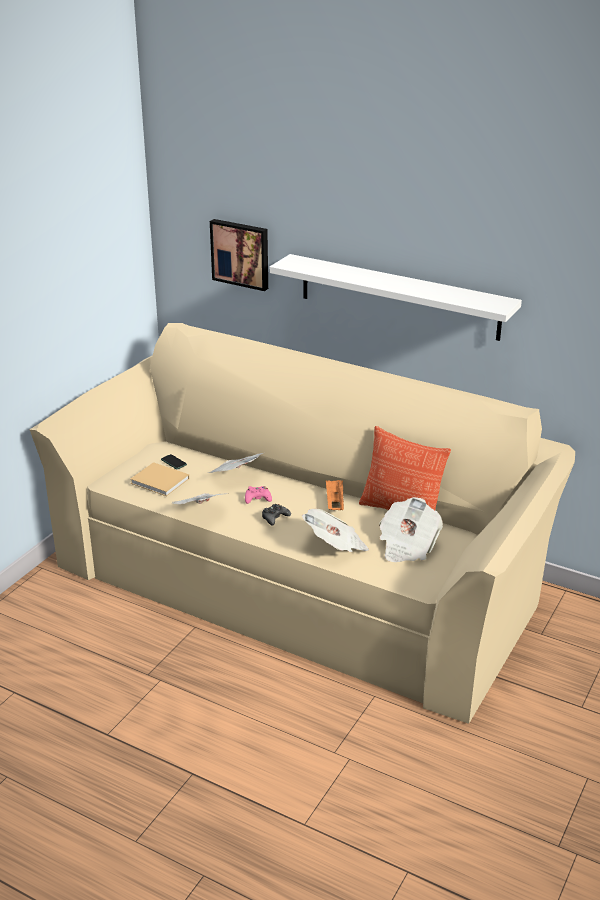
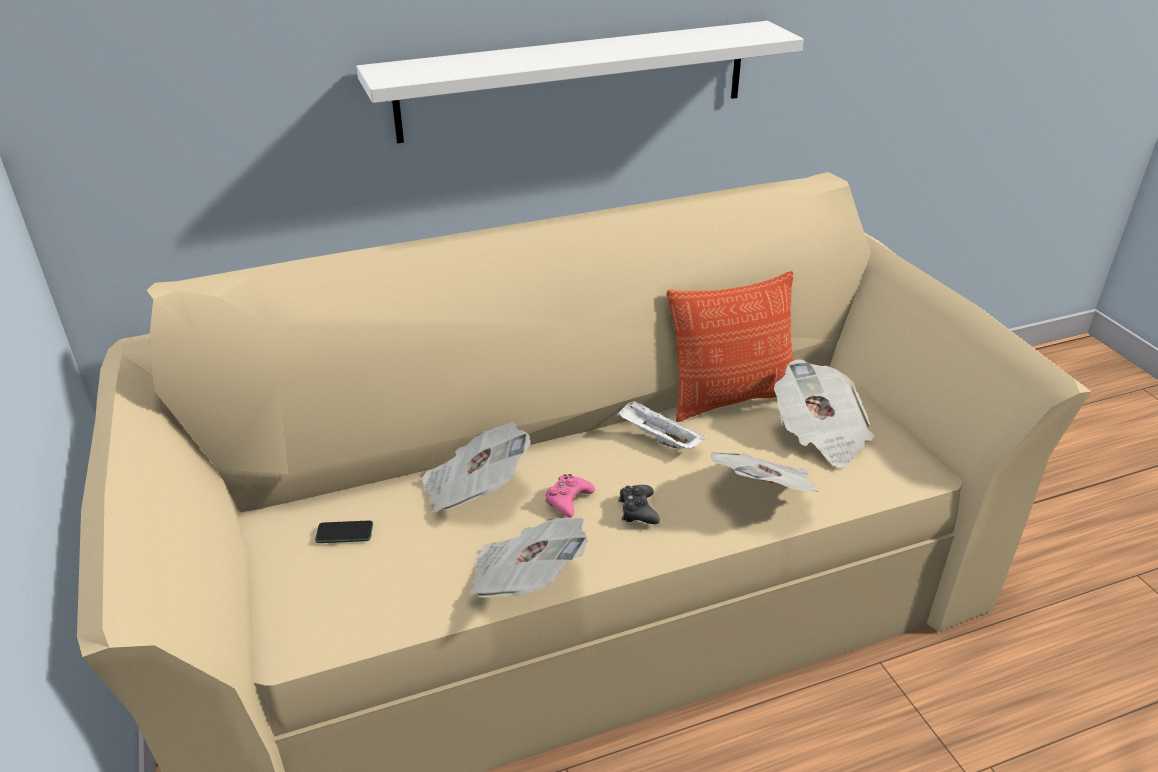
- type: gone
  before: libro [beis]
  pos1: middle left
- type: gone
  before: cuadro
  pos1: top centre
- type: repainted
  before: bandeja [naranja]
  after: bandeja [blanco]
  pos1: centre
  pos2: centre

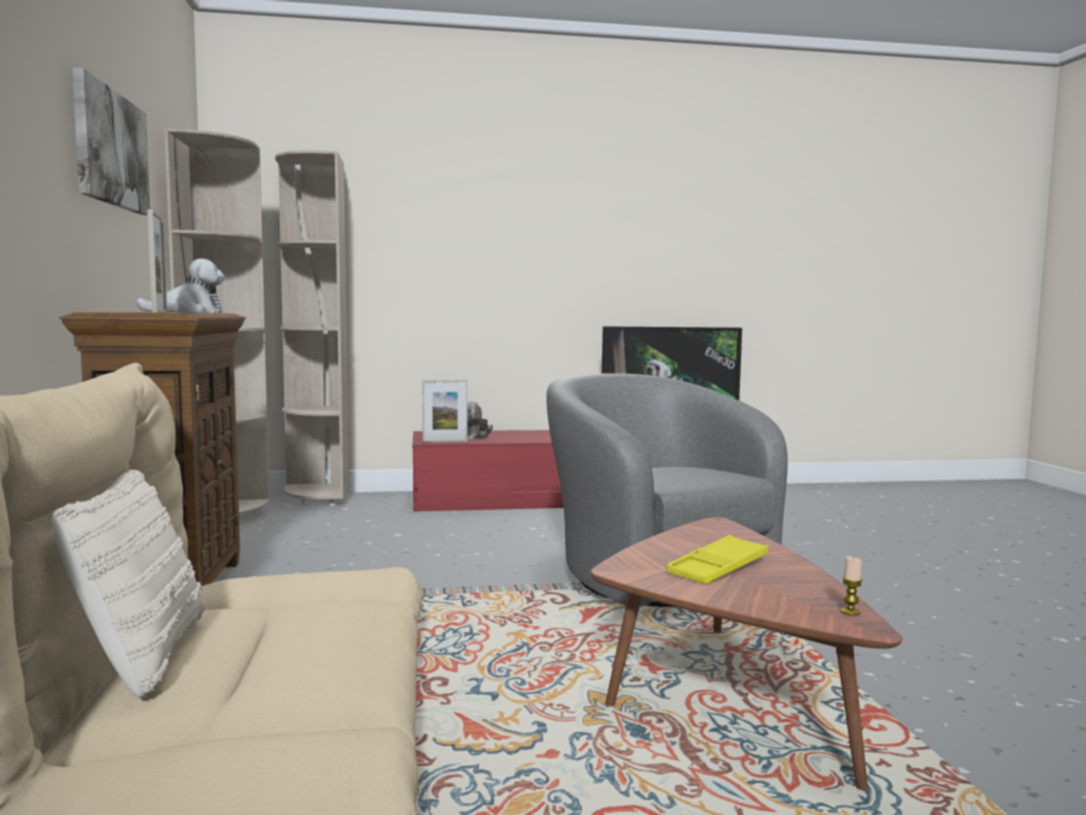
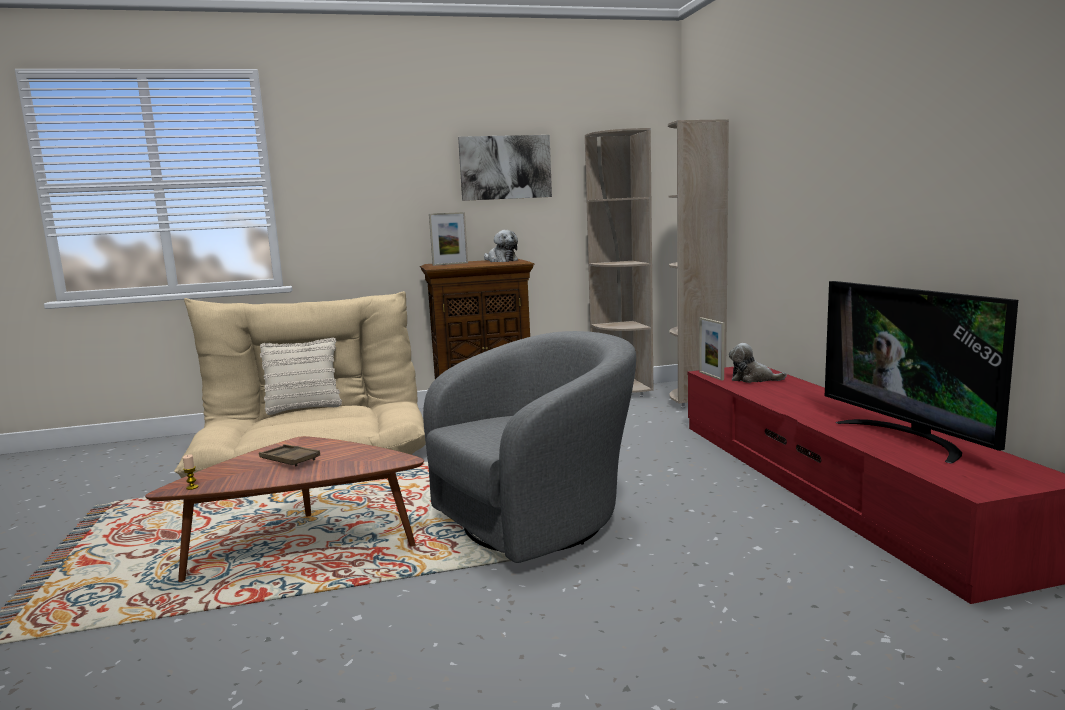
- type: repainted
  before: bandeja [amarillo]
  after: bandeja [marrón]
  pos1: bottom centre
  pos2: middle left

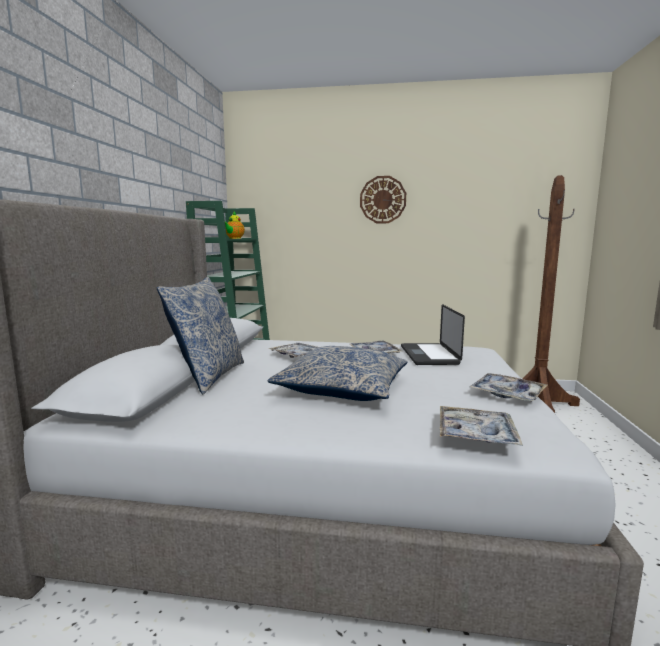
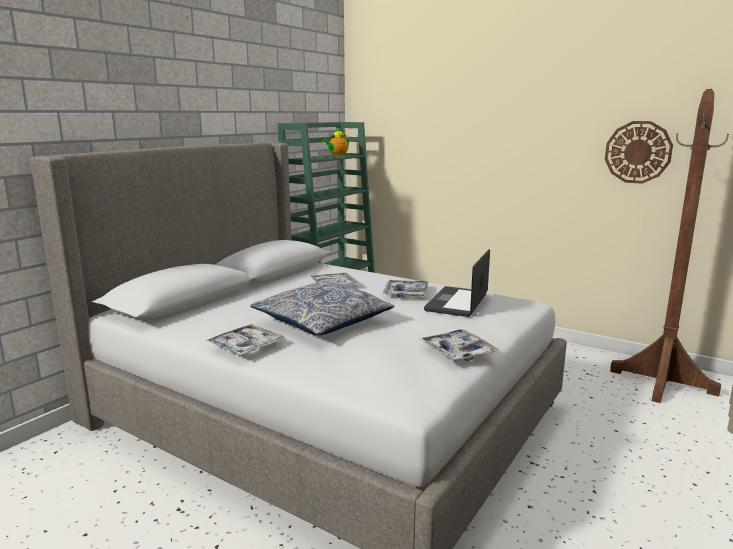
- type: gone
  before: cojín (no. 1 from left)
  pos1: middle left
- type: shifted
  before: reloj de pared
  pos1: top centre
  pos2: top right
- type: shifted
  before: bandeja (no. 3 from left in the first image)
  after: bandeja (no. 1 from left)
  pos1: middle right
  pos2: centre

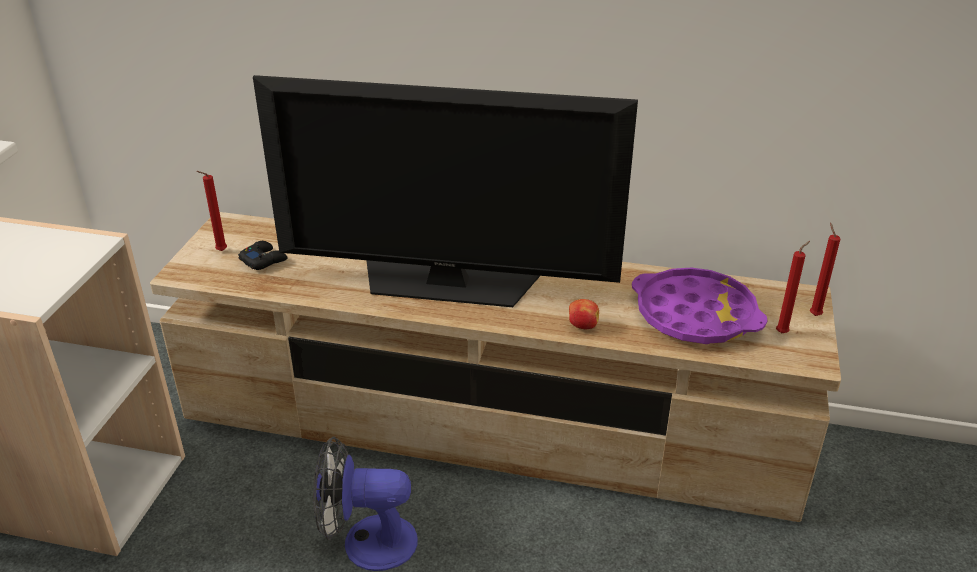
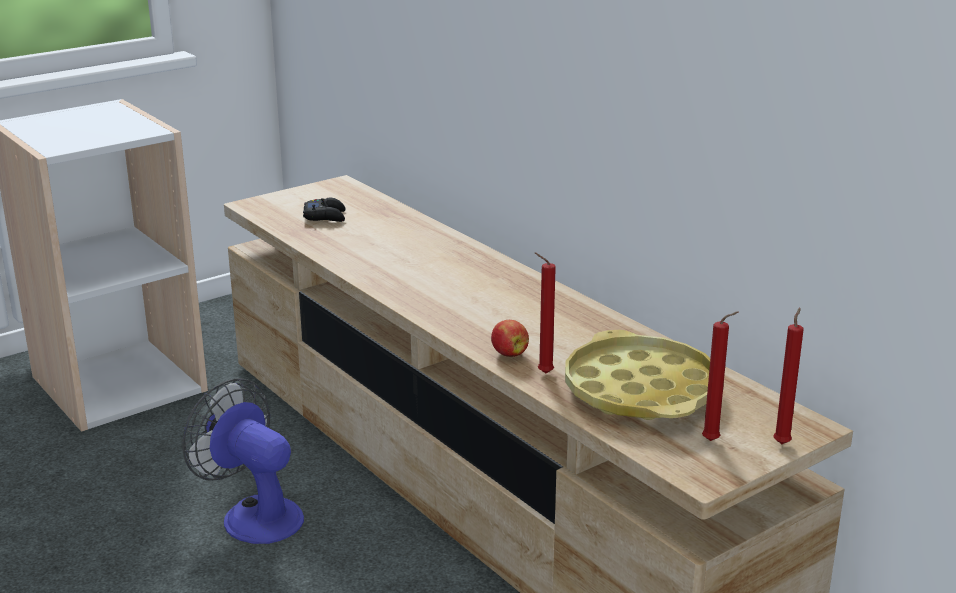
- type: shifted
  before: vela [rojo] (no. 1 from left)
  pos1: middle left
  pos2: centre
- type: gone
  before: televisor
  pos1: centre
- type: repainted
  before: bandeja [morado]
  after: bandeja [amarillo]
  pos1: middle right
  pos2: centre

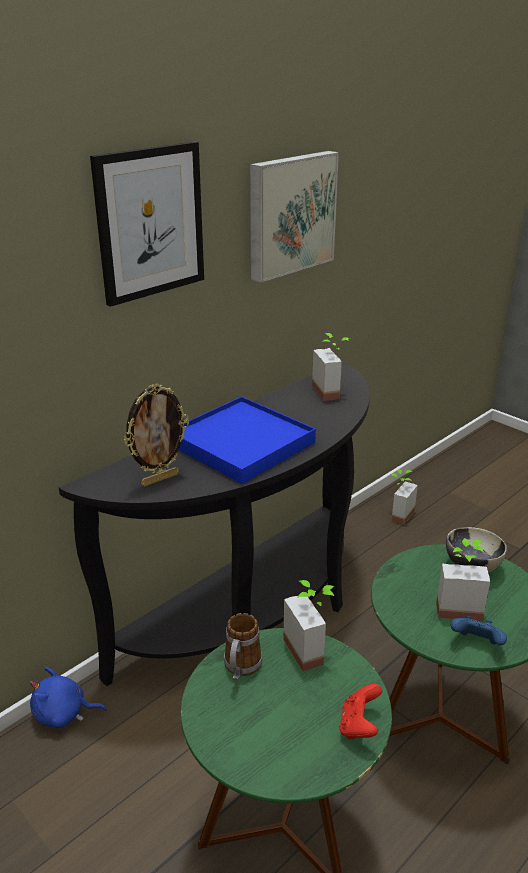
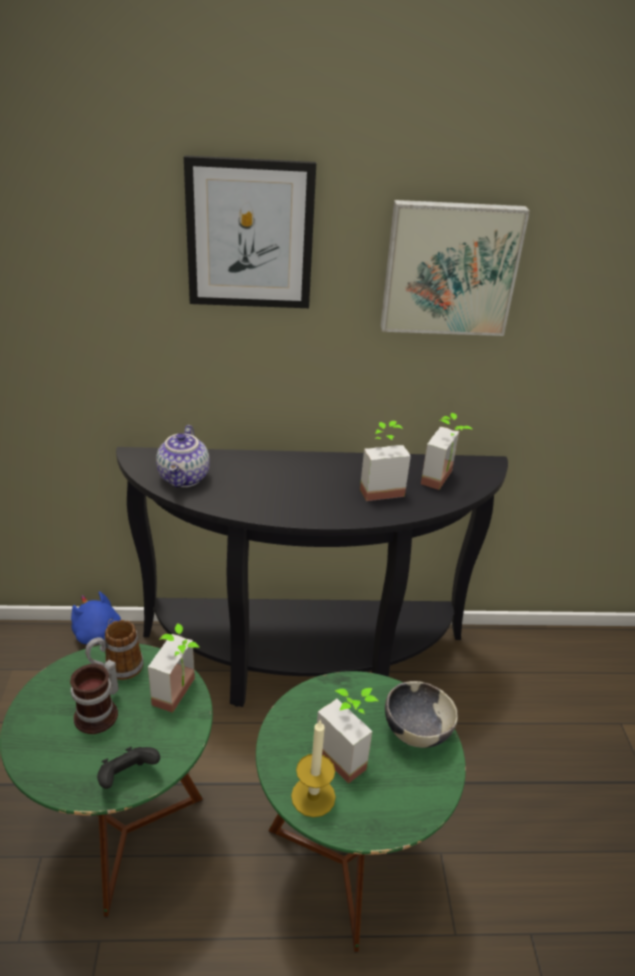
- type: swapped
  before: portarretratos
  after: tetera
  pos1: middle left
  pos2: middle left
- type: gone
  before: bandeja [azul]
  pos1: centre
- type: repainted
  before: mando de consola [rojo]
  after: mando de consola [negro]
  pos1: bottom right
  pos2: bottom left
- type: shifted
  before: planta en maceta (no. 3 from left)
  pos1: middle right
  pos2: centre
- type: swapped
  before: mando de consola [azul]
  after: vela
  pos1: bottom right
  pos2: bottom centre
- type: new
  after: taza grande (no. 1 from left)
  pos2: bottom left

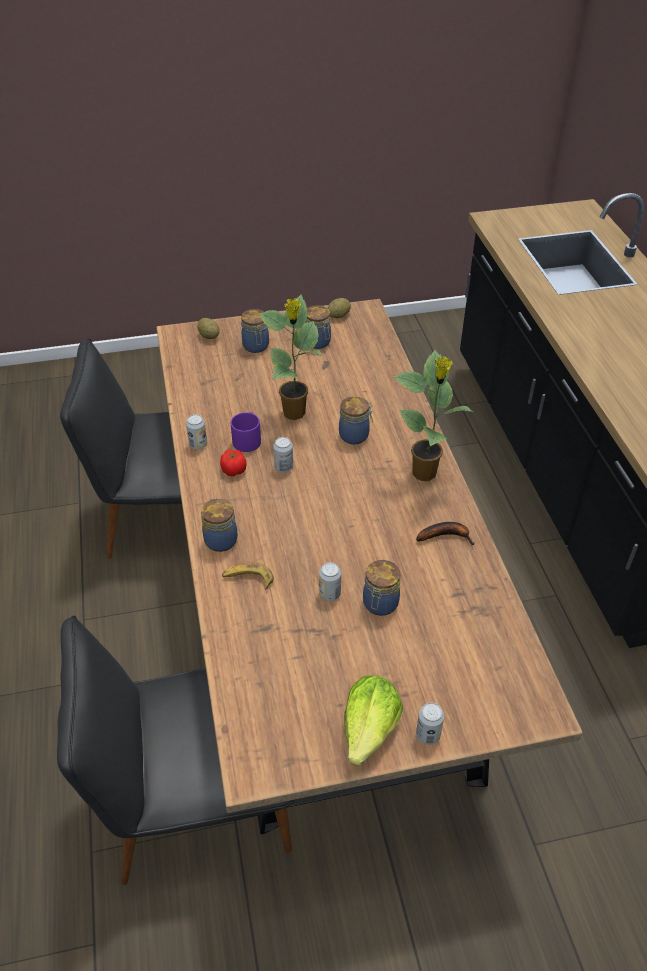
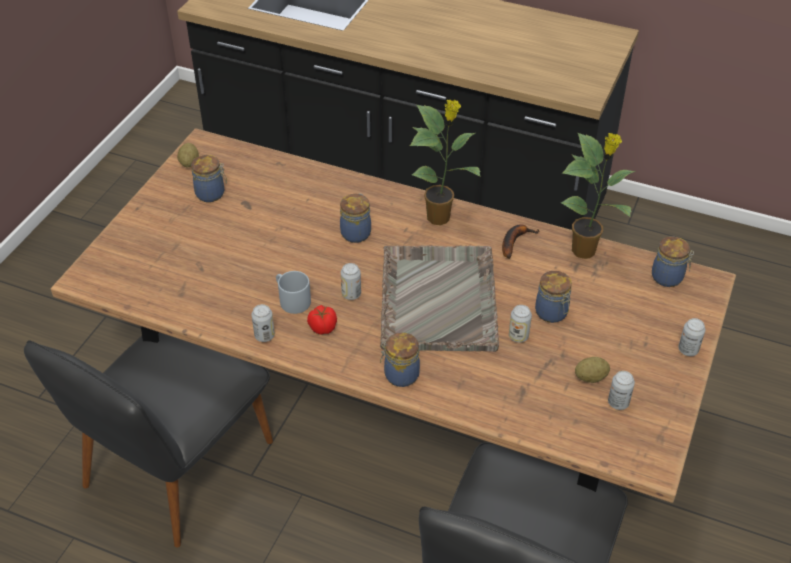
- type: shifted
  before: patata (no. 1 from left in the first image)
  after: patata (no. 2 from left)
  pos1: middle left
  pos2: middle right
- type: gone
  before: plátano (no. 1 from left)
  pos1: centre
- type: repainted
  before: taza grande [morado]
  after: taza grande [gris]
  pos1: centre
  pos2: centre
- type: shifted
  before: tarro (no. 2 from left in the first image)
  after: tarro (no. 5 from left)
  pos1: centre
  pos2: middle right
- type: shifted
  before: planta en maceta (no. 1 from left in the first image)
  after: planta en maceta (no. 2 from left)
  pos1: centre
  pos2: middle right
- type: gone
  before: lechuga
  pos1: bottom centre
- type: new
  after: bandeja [gris]
  pos2: centre
- type: new
  after: lata (no. 4 from left)
  pos2: bottom right

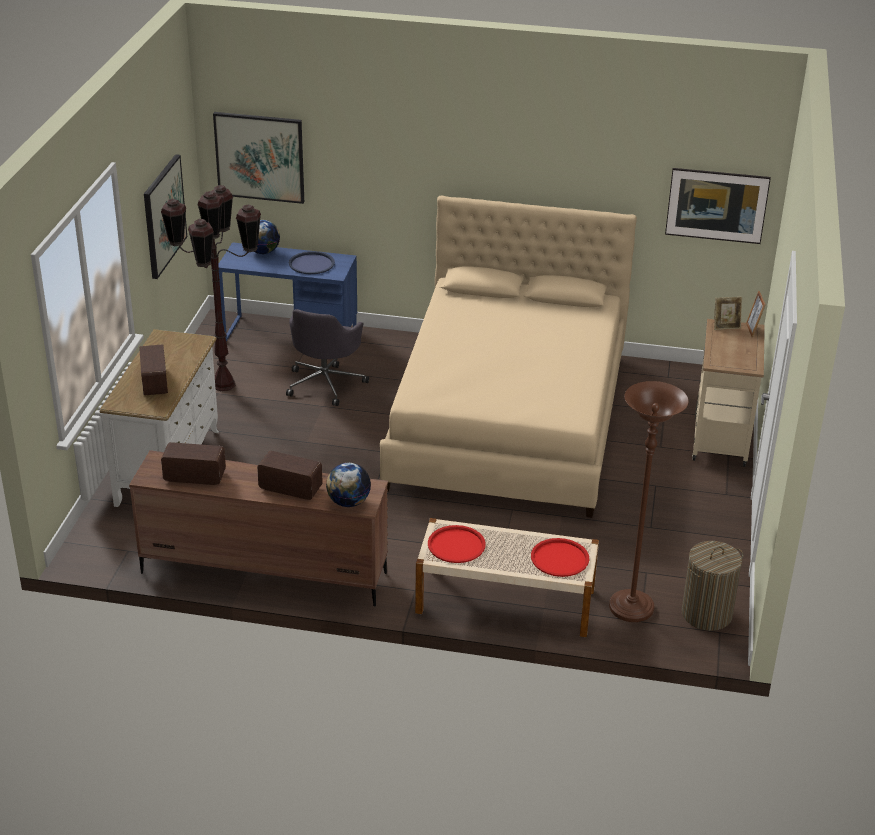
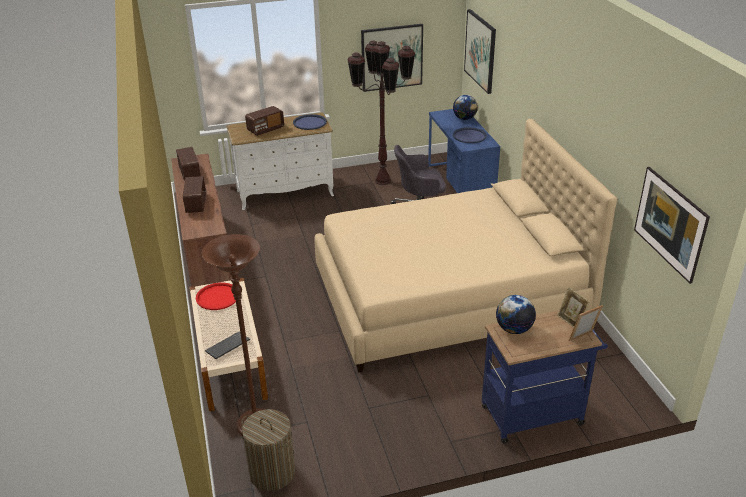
- type: shifted
  before: globo terráqueo (no. 2 from left)
  pos1: centre
  pos2: middle right
- type: swapped
  before: bandeja [rojo] (no. 2 from left)
  after: teclado
  pos1: bottom centre
  pos2: bottom left
- type: repainted
  before: carrito [beis]
  after: carrito [azul]
  pos1: middle right
  pos2: bottom right
- type: new
  after: bandeja [azul] (no. 1 from left)
  pos2: top centre

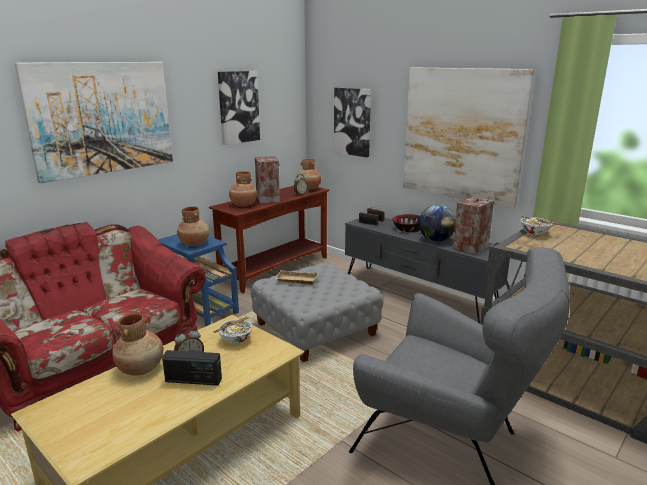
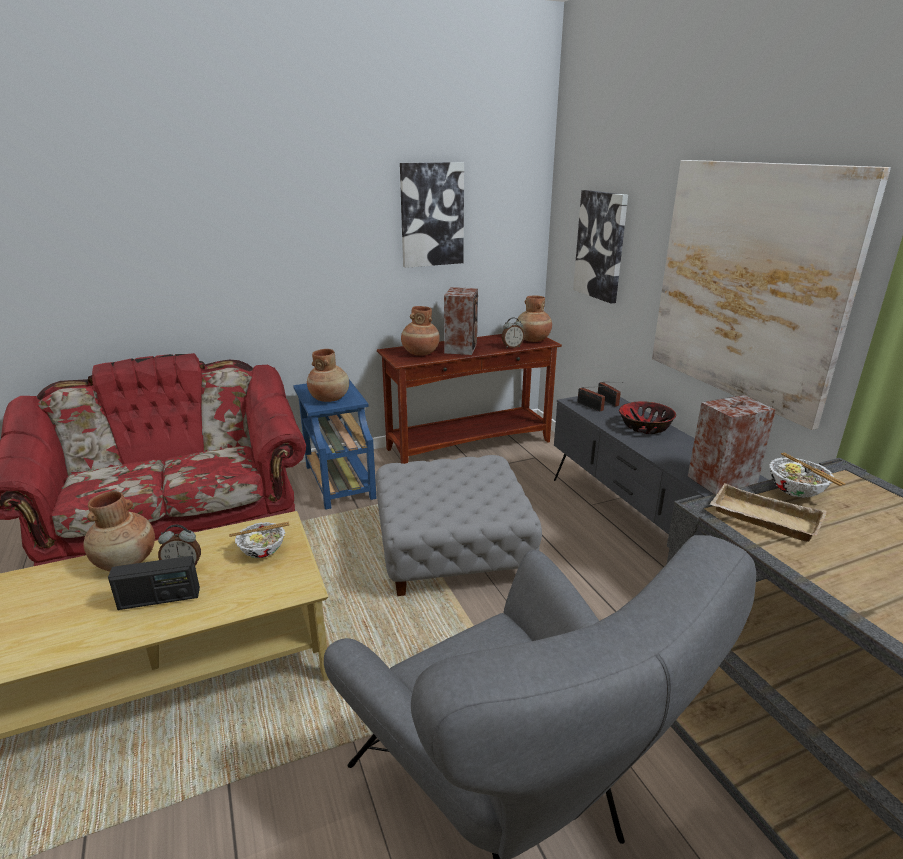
- type: gone
  before: cuadro (no. 1 from left)
  pos1: top left
- type: rotated
  before: radio (no. 1 from left)
  pos1: bottom left
  pos2: bottom left
  turn: -45
- type: shifted
  before: bandeja [beis]
  pos1: centre
  pos2: middle right
- type: gone
  before: globo terráqueo
  pos1: middle right

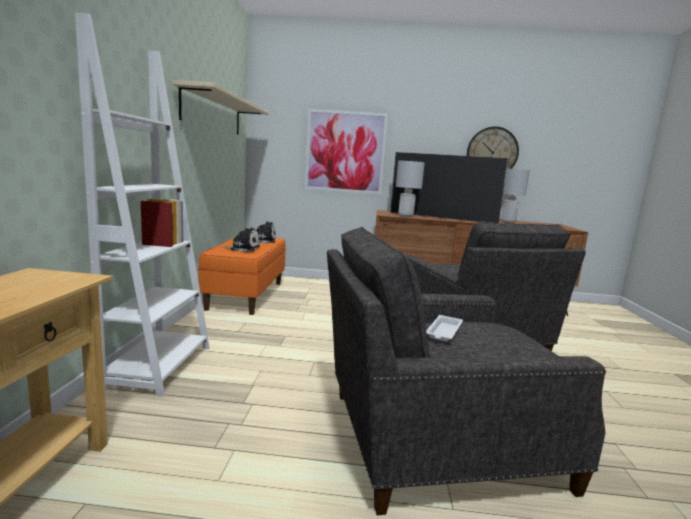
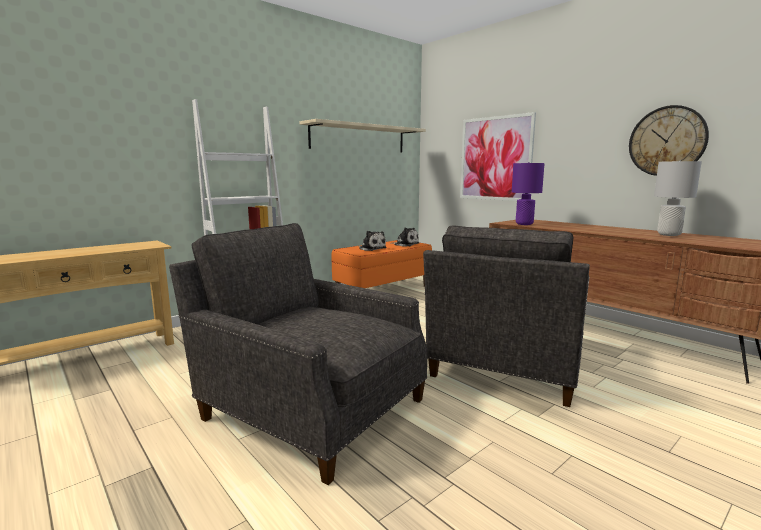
- type: gone
  before: televisor
  pos1: centre
- type: repainted
  before: lámpara de mesa [gris] (no. 1 from left)
  after: lámpara de mesa [morado]
  pos1: centre
  pos2: middle right
- type: gone
  before: bandeja [blanco]
  pos1: centre

